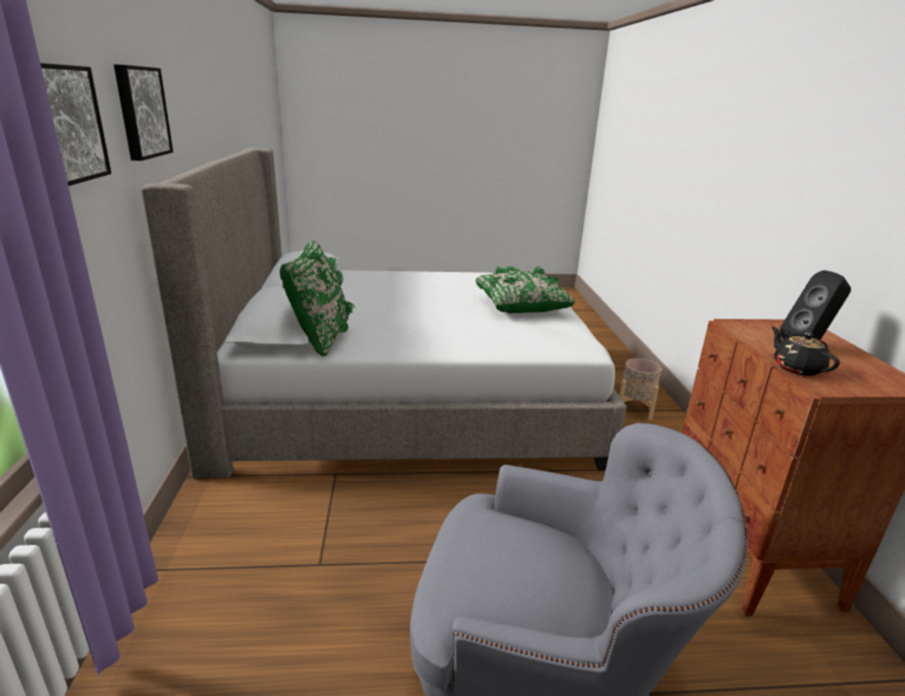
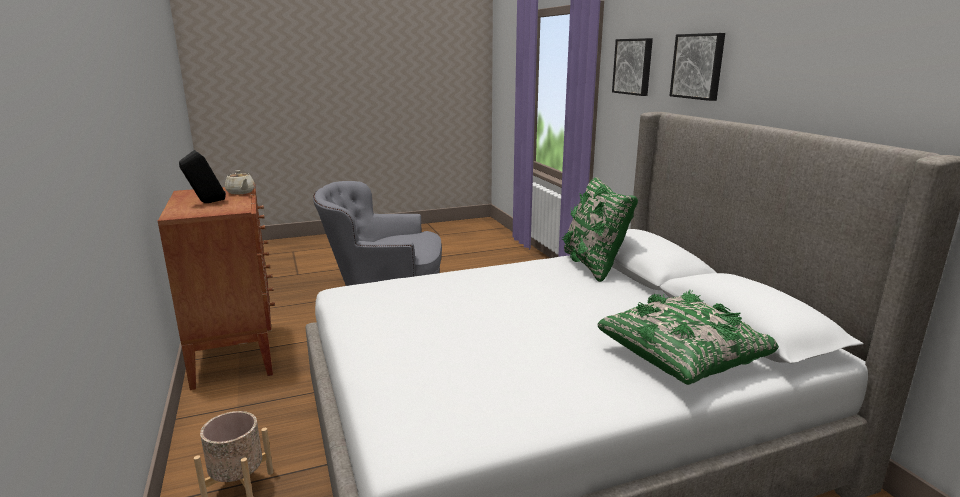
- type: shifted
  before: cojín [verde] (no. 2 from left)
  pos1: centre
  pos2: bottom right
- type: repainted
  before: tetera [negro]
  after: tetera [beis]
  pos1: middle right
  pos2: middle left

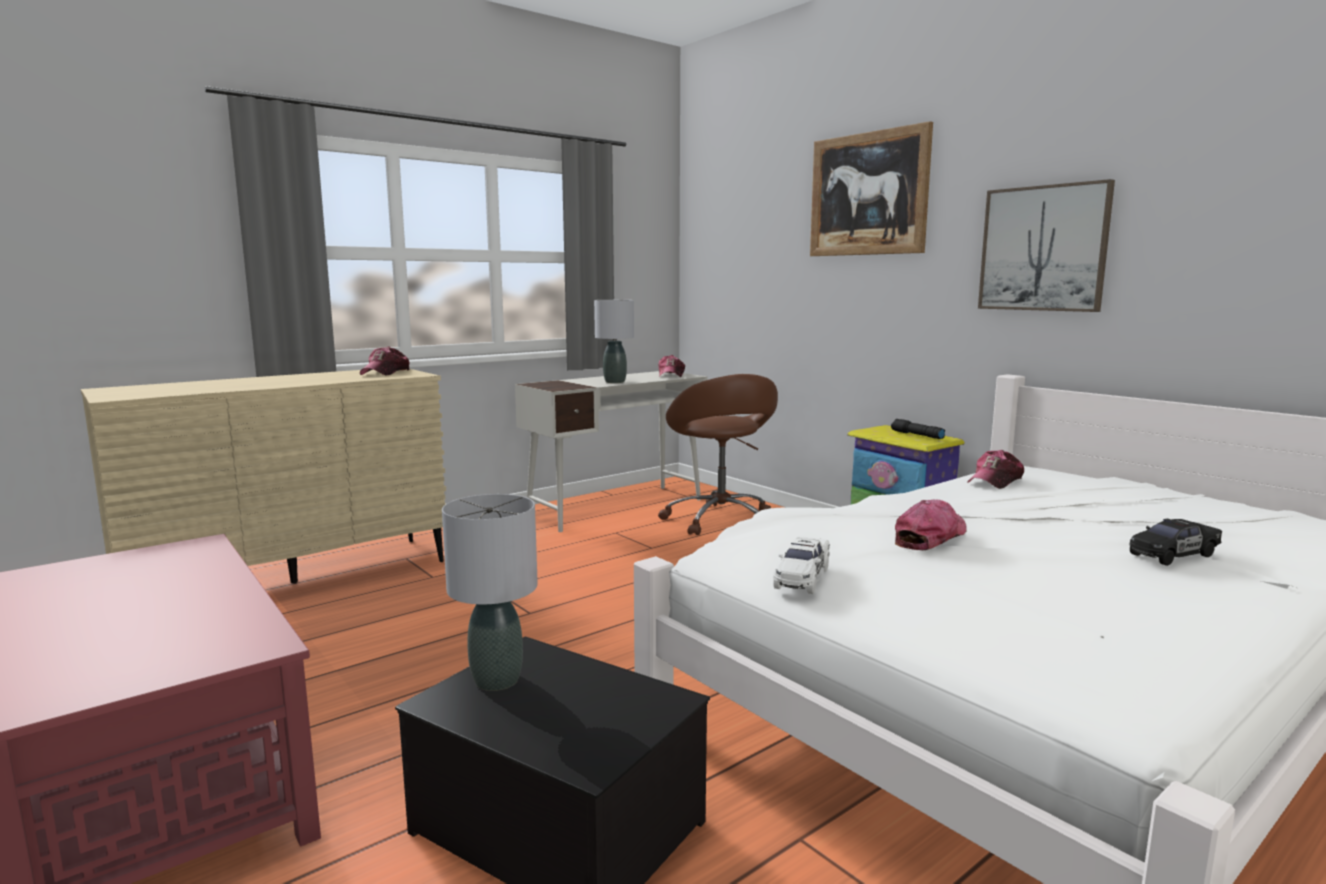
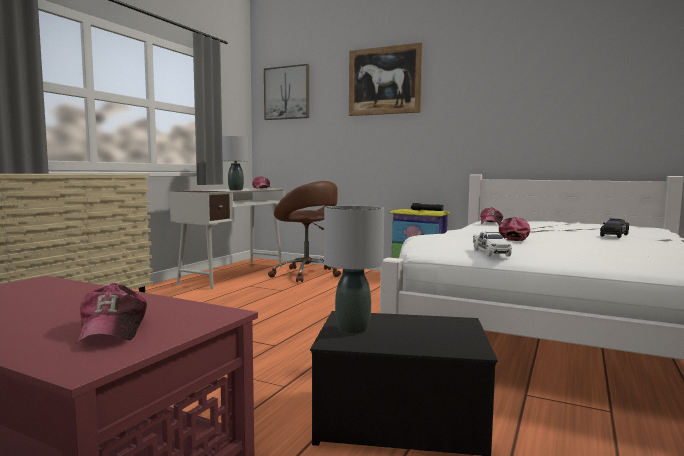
- type: shifted
  before: gorra (no. 1 from left)
  pos1: middle left
  pos2: bottom left
- type: shifted
  before: cuadro (no. 2 from left in the first image)
  after: cuadro (no. 1 from left)
  pos1: top right
  pos2: top centre

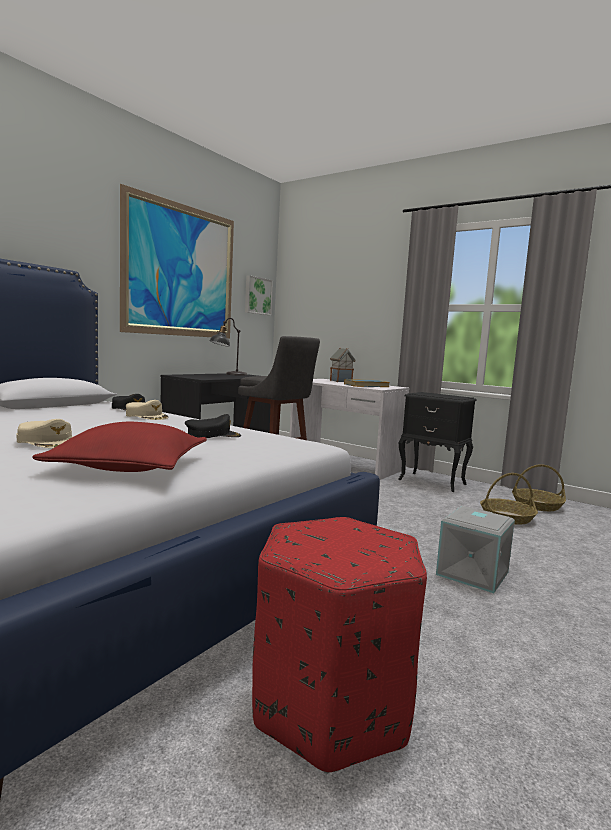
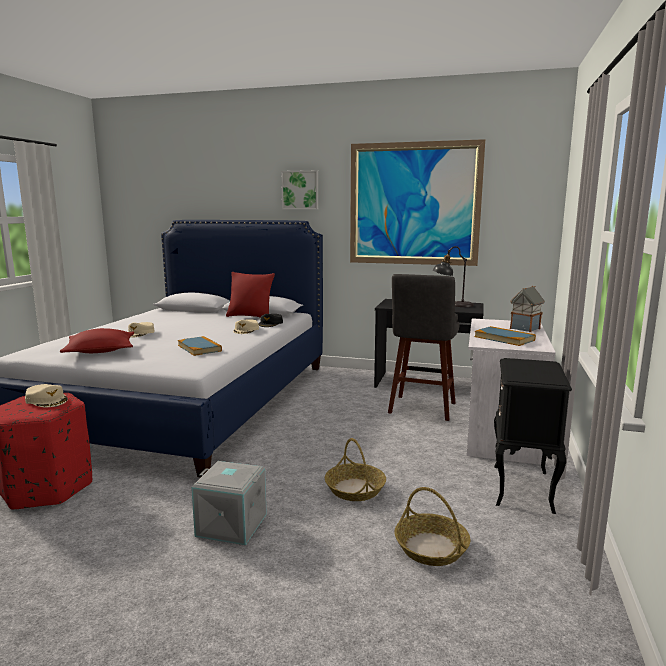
- type: swapped
  before: gorra [negro] (no. 2 from left)
  after: libro (no. 1 from left)
  pos1: centre
  pos2: middle left
- type: shifted
  before: cuadro (no. 2 from left in the first image)
  after: cuadro (no. 1 from left)
  pos1: centre
  pos2: top centre
- type: shifted
  before: cesta (no. 2 from left in the first image)
  after: cesta (no. 1 from left)
  pos1: middle right
  pos2: bottom centre
- type: new
  after: gorra [beis] (no. 1 from left)
  pos2: middle left
- type: new
  after: cojín [rojo] (no. 2 from left)
  pos2: centre

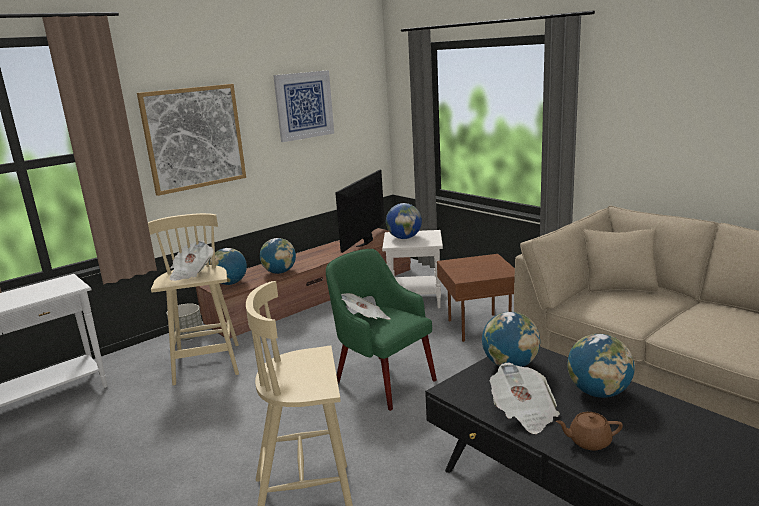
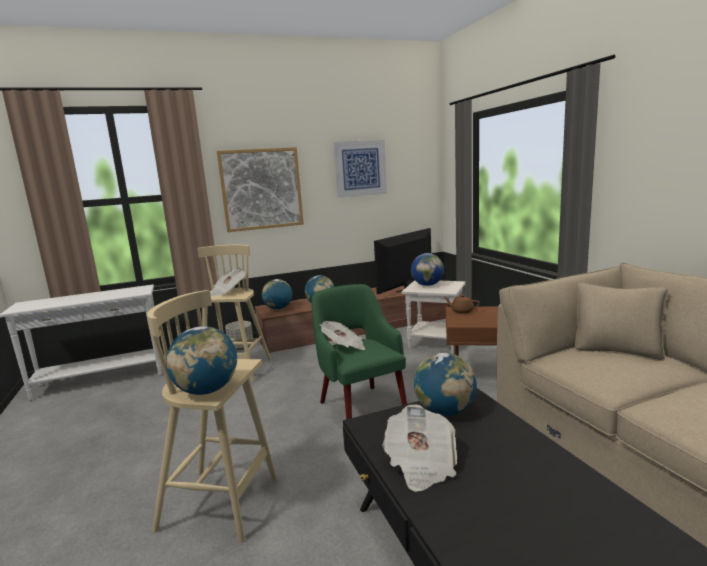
- type: shifted
  before: tetera [marrón]
  pos1: bottom right
  pos2: centre
- type: shifted
  before: globo terráqueo (no. 5 from left in the first image)
  after: globo terráqueo (no. 1 from left)
  pos1: bottom right
  pos2: middle left

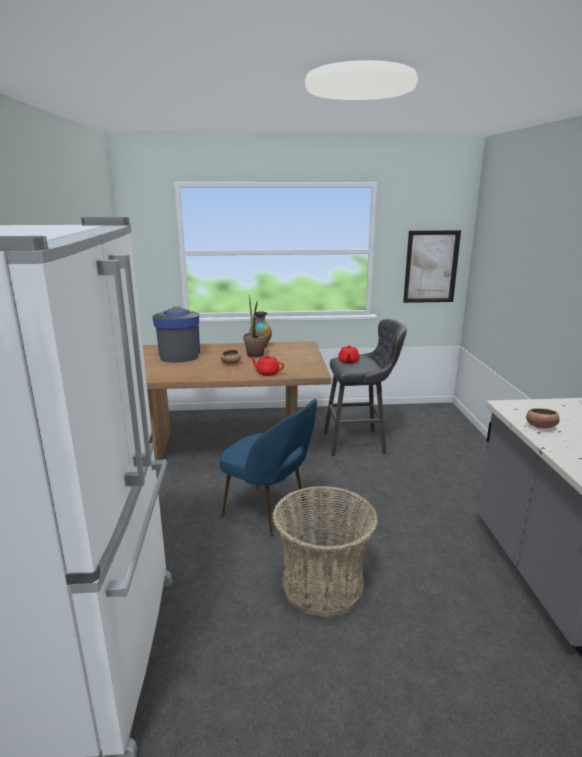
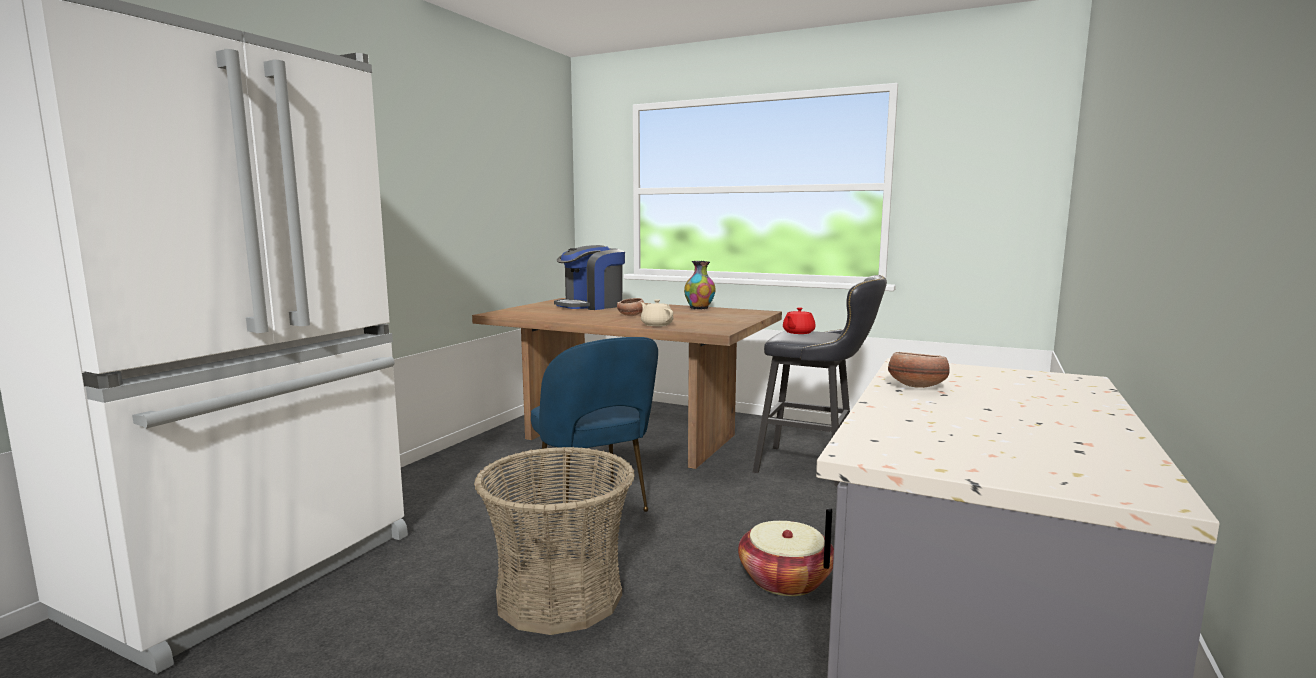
- type: rotated
  before: cafetera
  pos1: middle left
  pos2: centre
  turn: -150
- type: gone
  before: planta en maceta
  pos1: centre
- type: repainted
  before: tetera [rojo] (no. 1 from left)
  after: tetera [beis]
  pos1: centre
  pos2: centre
- type: gone
  before: cuadro
  pos1: middle right
- type: new
  after: cesta (no. 2 from left)
  pos2: bottom centre

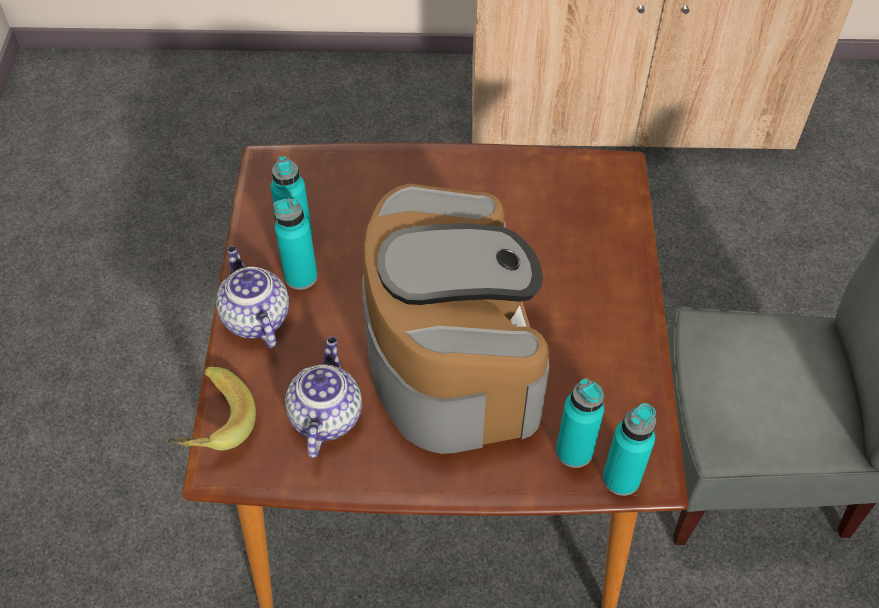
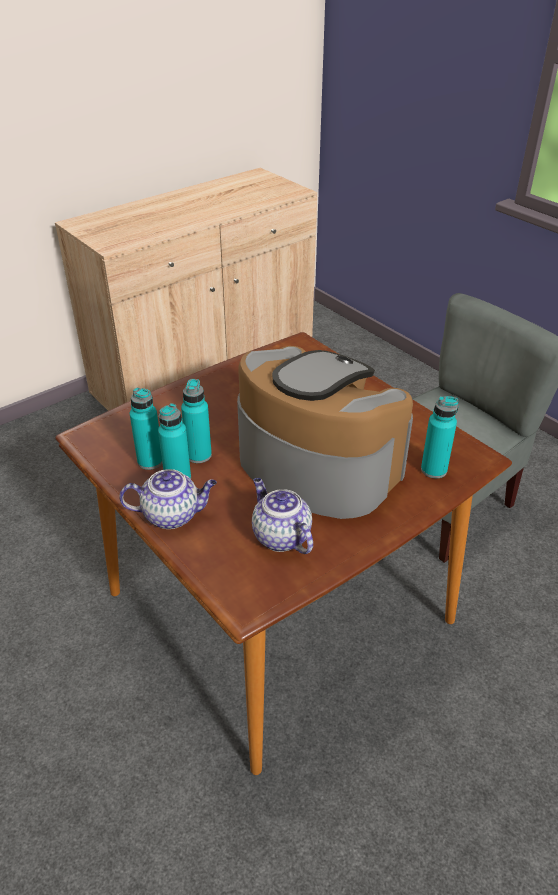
- type: gone
  before: plátano
  pos1: bottom left
- type: rotated
  before: tetera (no. 1 from left)
  pos1: middle left
  pos2: middle left
  turn: 150
- type: shifted
  before: botella [turquesa] (no. 4 from left in the first image)
  after: botella [turquesa] (no. 3 from left)
  pos1: bottom right
  pos2: centre

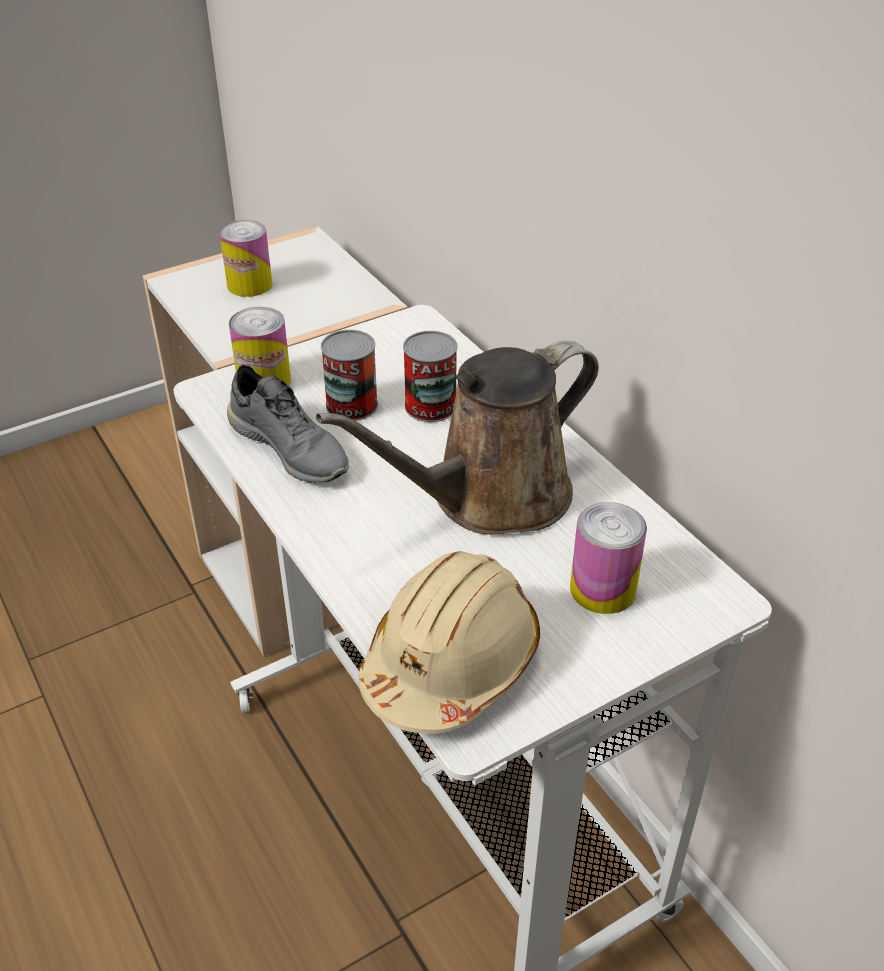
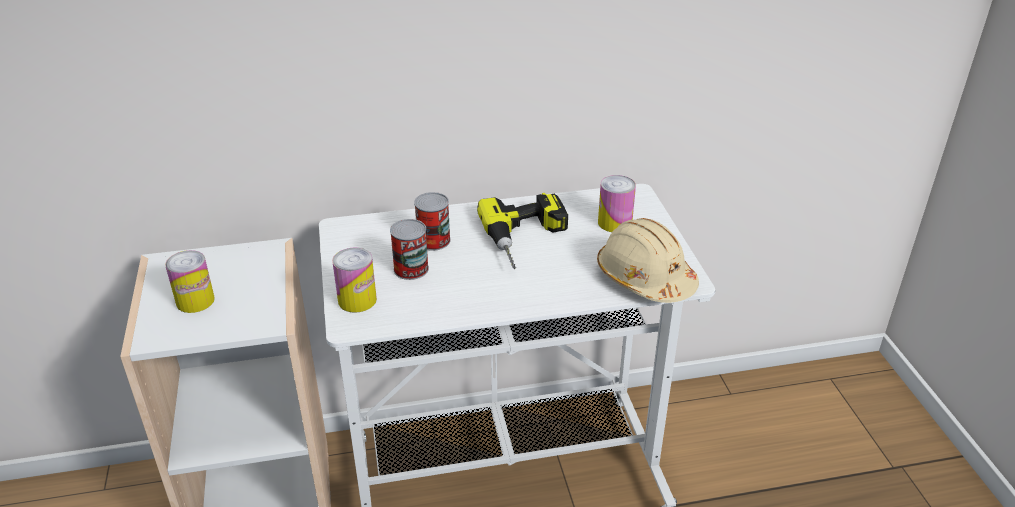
- type: gone
  before: zapato [gris]
  pos1: middle left
- type: swapped
  before: regadera [marrón]
  after: taladro
  pos1: centre
  pos2: centre

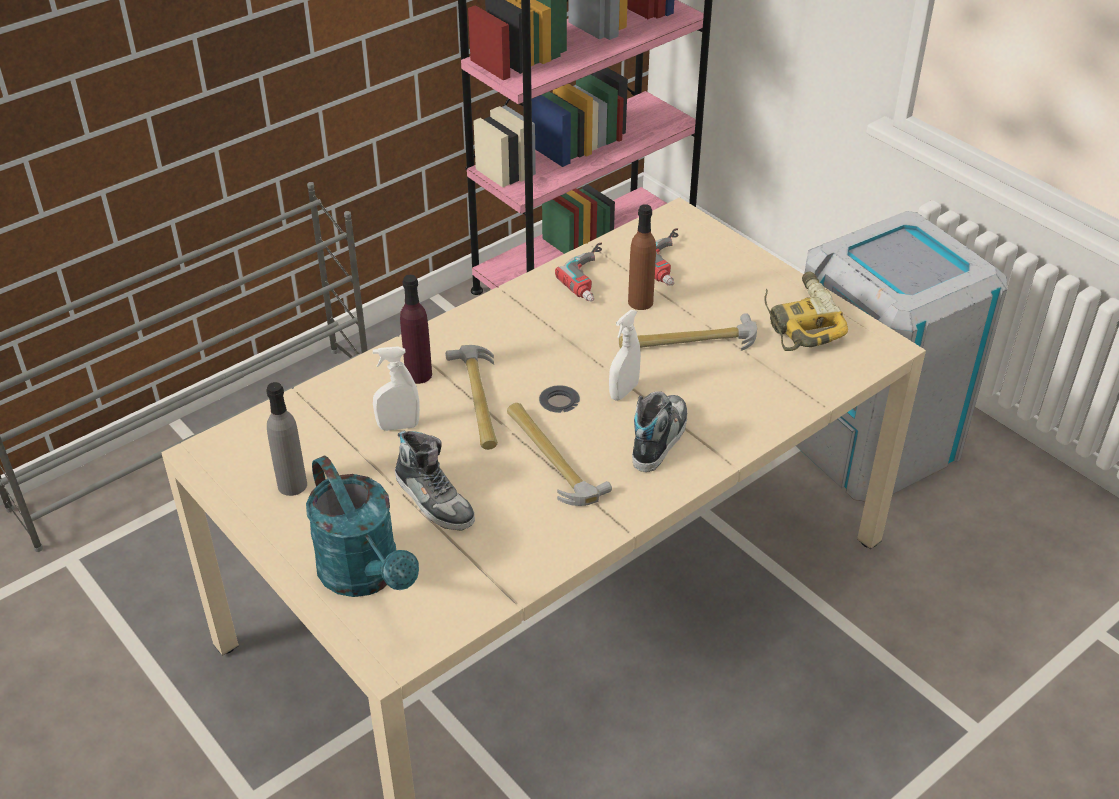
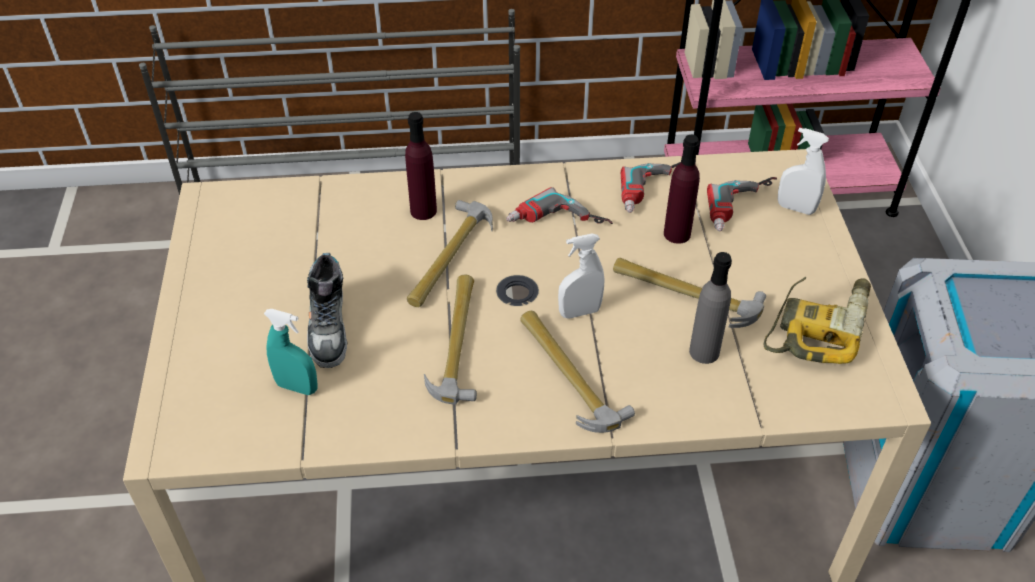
- type: shifted
  before: botella [gris]
  pos1: middle left
  pos2: middle right
- type: gone
  before: regadera [turquesa]
  pos1: middle left
- type: shifted
  before: pulverizador [blanco] (no. 1 from left in the first image)
  after: pulverizador [blanco] (no. 2 from left)
  pos1: centre
  pos2: top right
- type: repainted
  before: botella [marrón]
  after: botella [morado] (no. 2 from left)
  pos1: top centre
  pos2: top centre
- type: swapped
  before: zapato (no. 2 from left)
  after: martillo (no. 3 from left)
  pos1: centre
  pos2: centre
- type: new
  after: pulverizador [turquesa]
  pos2: middle left
- type: new
  after: taladro (no. 1 from left)
  pos2: centre

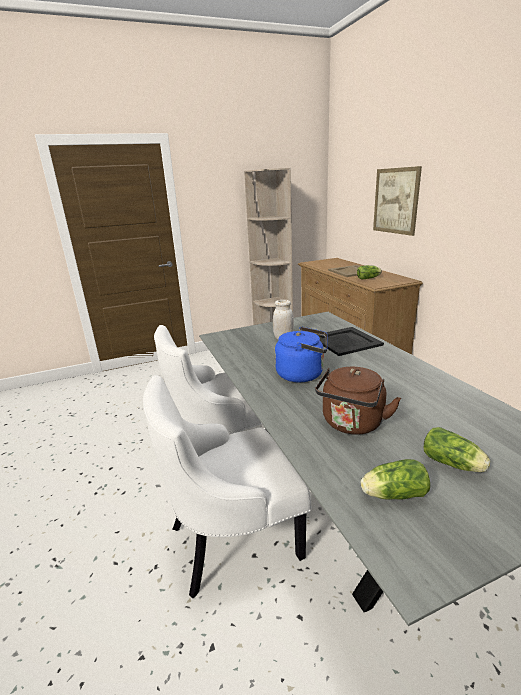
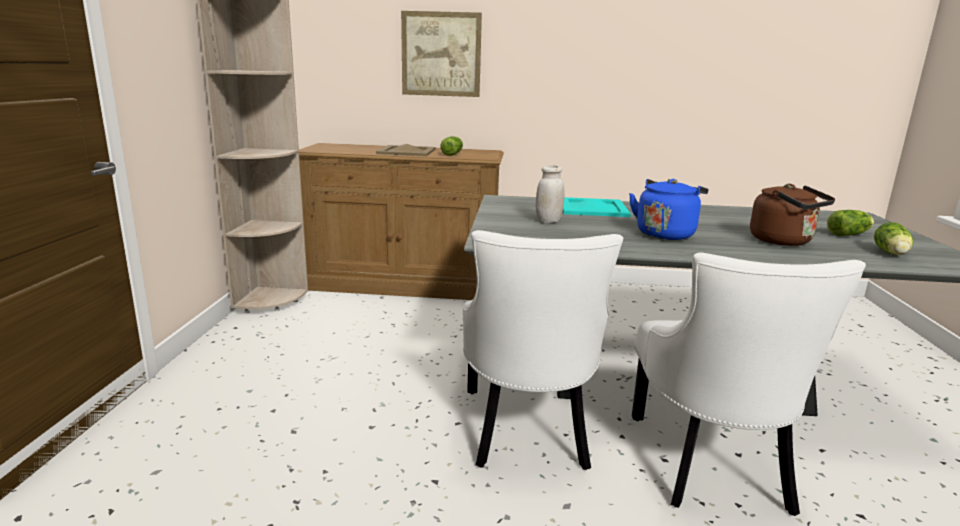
- type: repainted
  before: bandeja [negro]
  after: bandeja [turquesa]
  pos1: middle right
  pos2: centre

